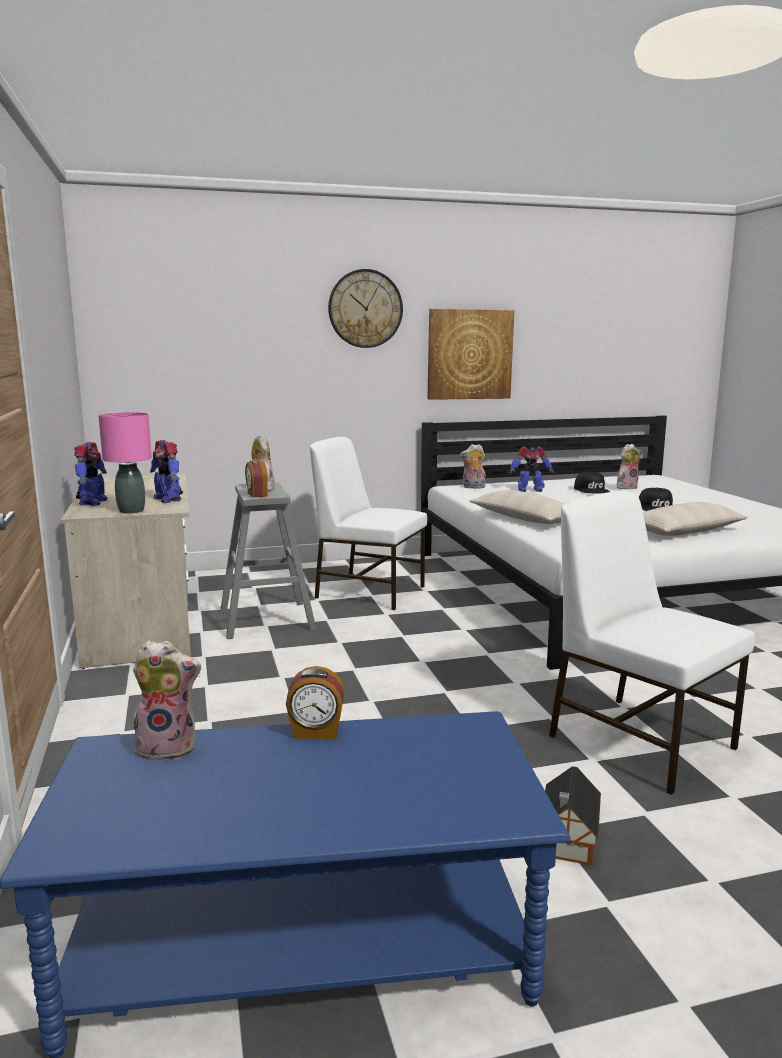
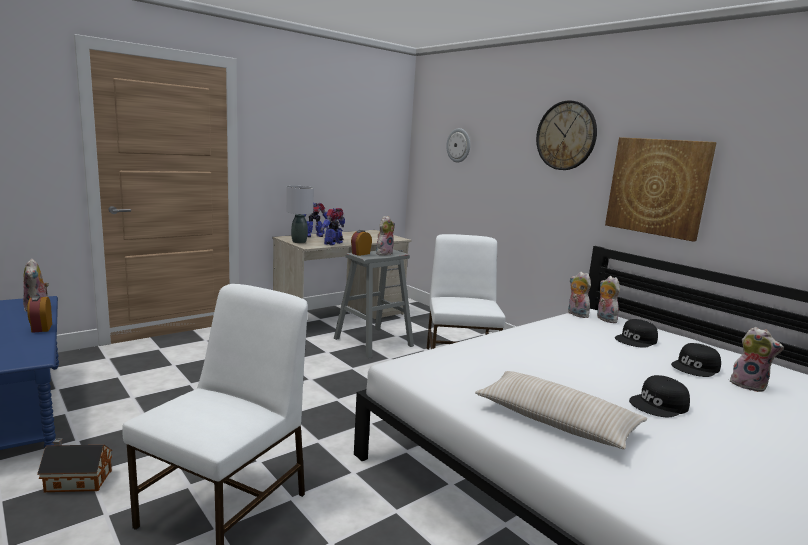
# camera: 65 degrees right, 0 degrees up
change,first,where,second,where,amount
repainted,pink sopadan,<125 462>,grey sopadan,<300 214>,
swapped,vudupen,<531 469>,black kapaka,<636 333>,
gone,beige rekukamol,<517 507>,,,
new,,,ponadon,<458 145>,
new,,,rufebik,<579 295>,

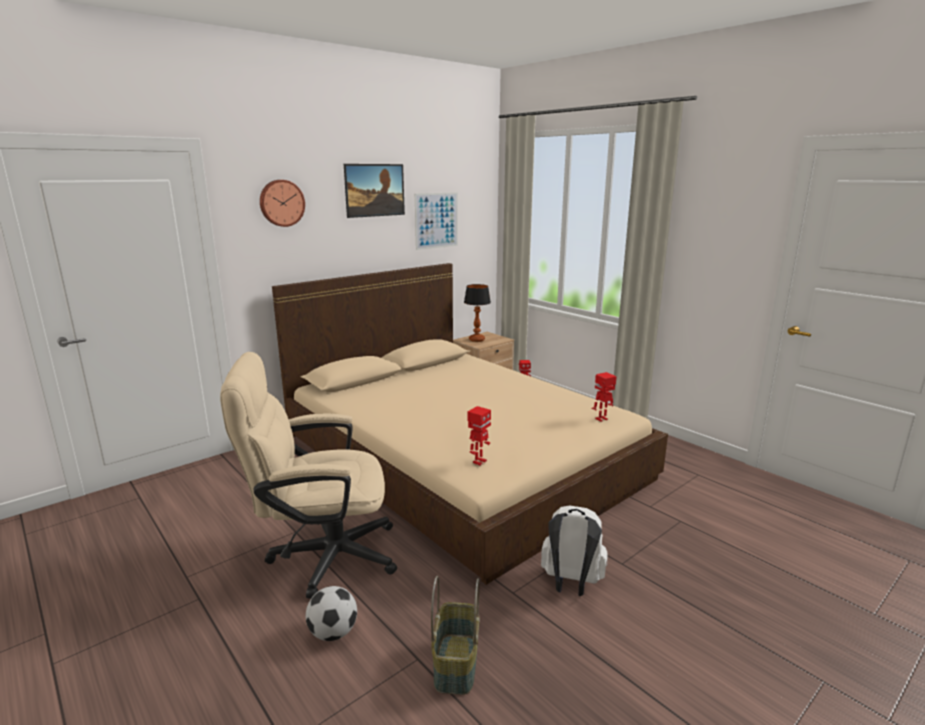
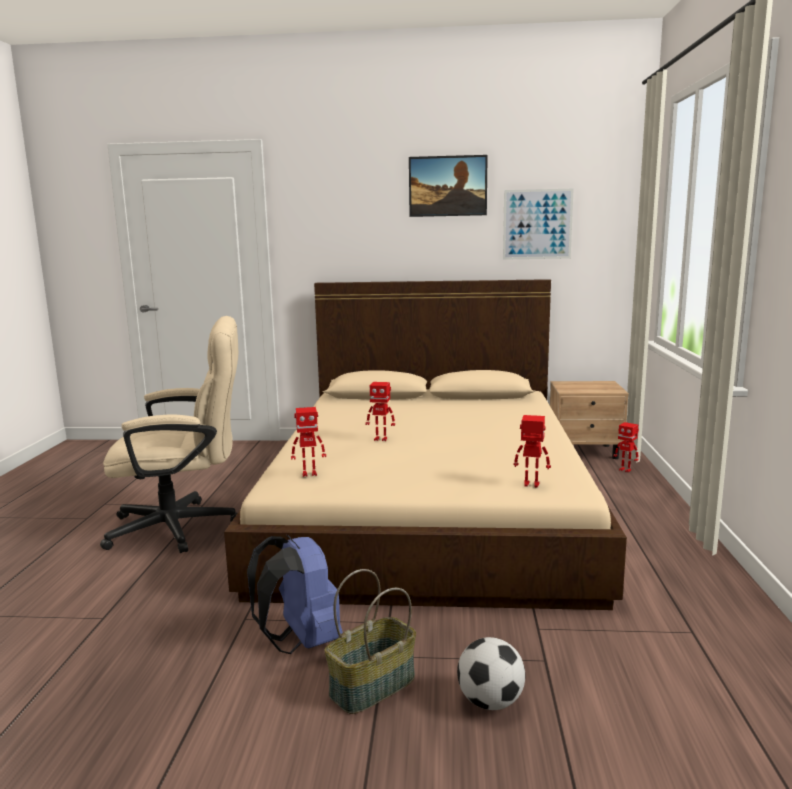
# camera: 45 degrees right, 5 degrees down
change,first,where,second,where,amount
gone,ponadon,<282 203>,,,
gone,sopadan,<477 313>,,,
rotated,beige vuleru,<308 475>,,<169 434>,135 degrees clockwise
repainted,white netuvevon,<574 550>,blue netuvevon,<295 594>,
shifted,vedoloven,<455 635>,,<370 641>,
shifted,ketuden,<331 613>,,<491 673>,
new,,,vudupen,<380 411>,

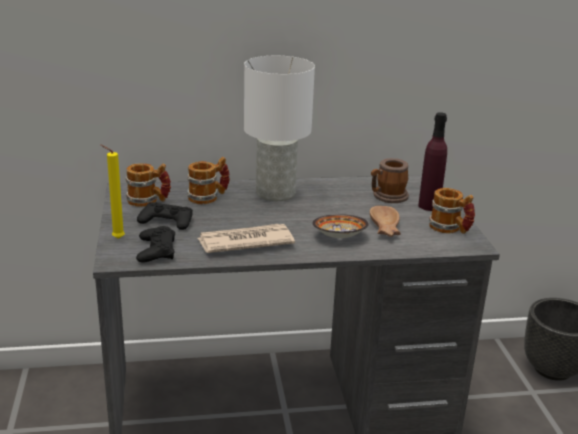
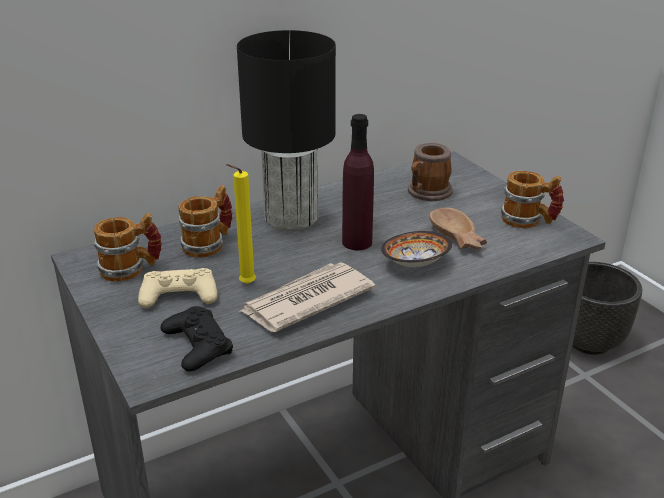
# camera: 20 degrees left, 5 degrees up
change,first,where,second,where,amount
repainted,white sopadan,<279 128>,black sopadan,<286 130>,
shifted,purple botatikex,<432 161>,,<358 182>,
shifted,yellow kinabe,<112 191>,,<241 224>,
repainted,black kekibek,<165 216>,beige kekibek,<177 288>,

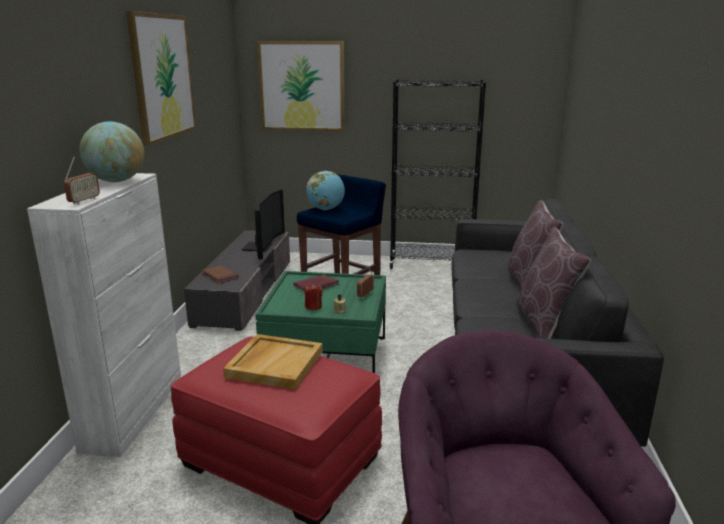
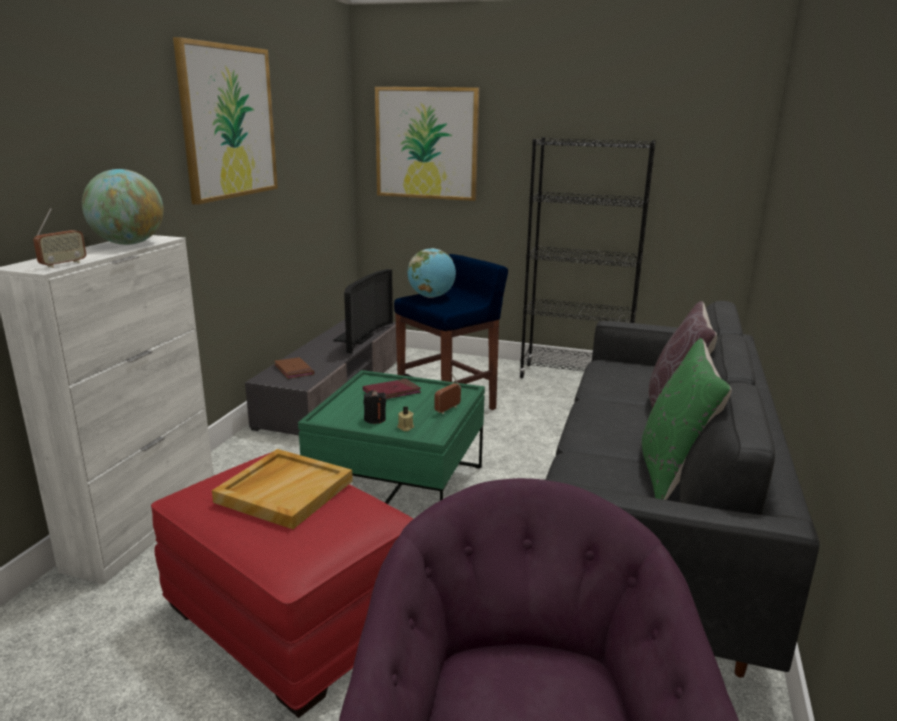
# camera: 10 degrees right, 0 degrees up
change,first,where,second,where,amount
repainted,brown rekukamol,<553 283>,green rekukamol,<687 419>,
repainted,red kinabe,<313 297>,black kinabe,<374 407>,

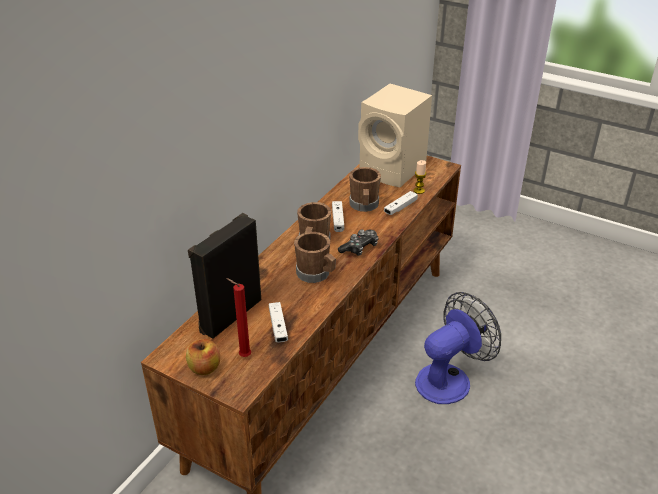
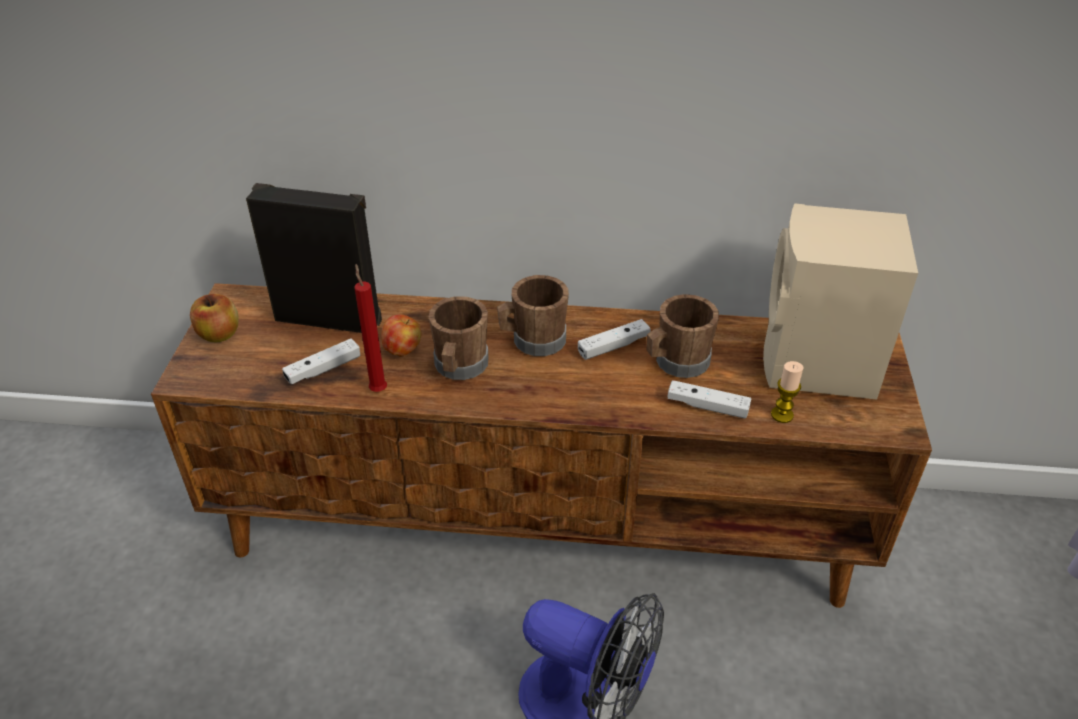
# camera: 65 degrees right, 5 degrees up
change,first,where,second,where,amount
gone,kekibek,<358 242>,,,
shifted,red kinabe,<238 317>,,<370 328>,
new,,,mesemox,<401 335>,

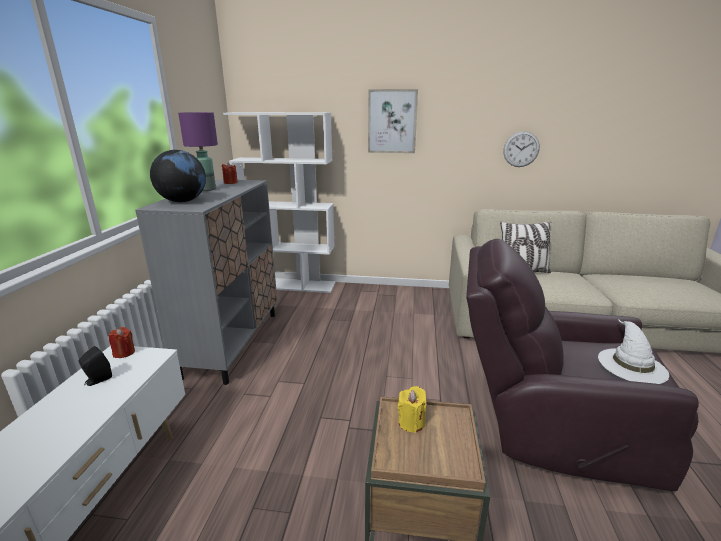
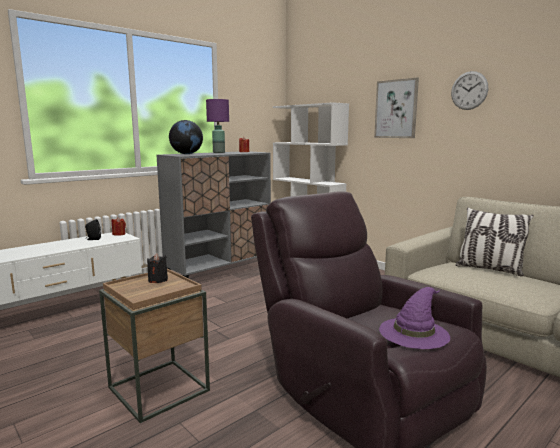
# camera: 40 degrees right, 10 degrees down
change,first,where,second,where,amount
shifted,ponadon,<521 149>,,<469 90>,
repainted,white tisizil,<633 351>,purple tisizil,<414 318>,
repainted,yellow kinabe,<412 409>,black kinabe,<157 268>,

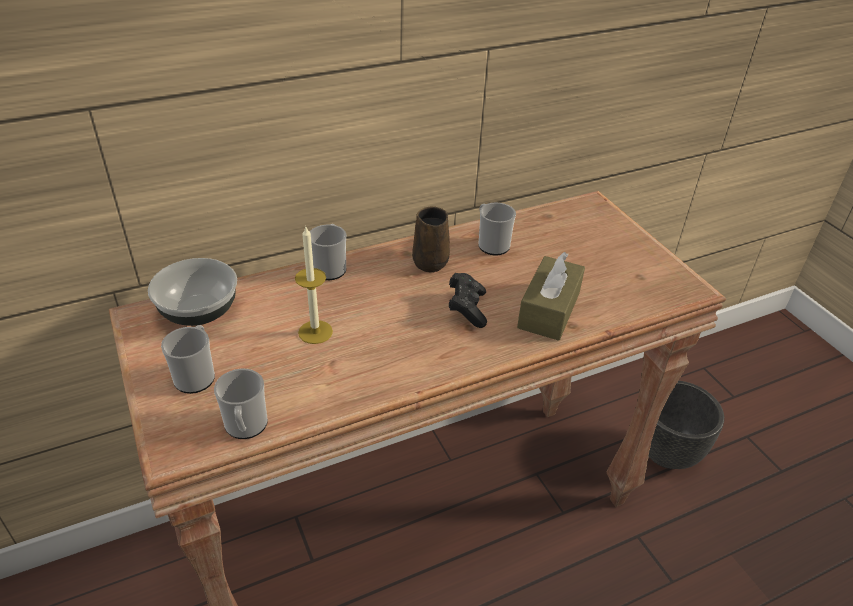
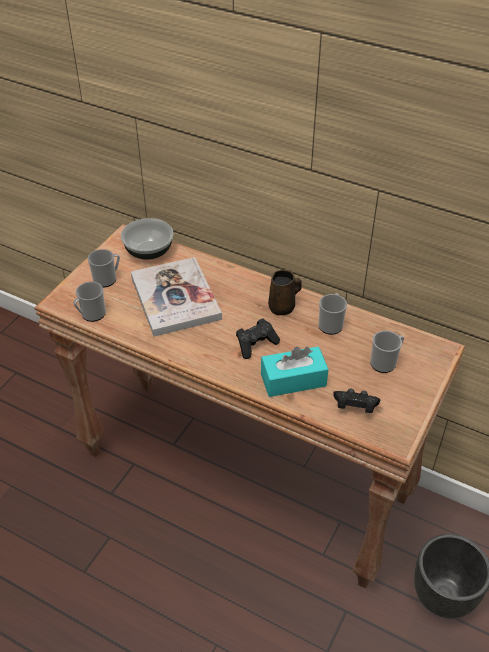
# camera: 55 degrees right, 5 degrees up
change,first,where,second,where,amount
shifted,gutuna,<328 252>,,<387 352>,
swapped,kinabe,<314 285>,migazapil,<176 297>,
repainted,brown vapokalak,<551 296>,turquoise vapokalak,<295 371>,
new,,,black kekibek,<356 400>,

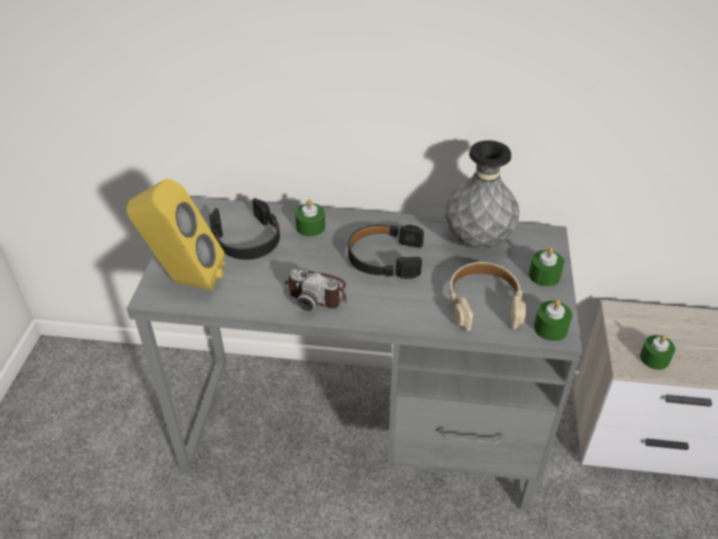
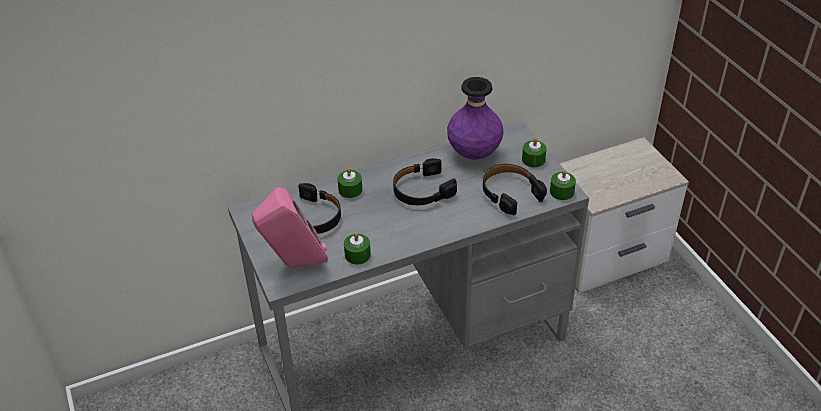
# camera: 30 degrees left, 0 degrees up
change,first,where,second,where,amount
repainted,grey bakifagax,<482 194>,purple bakifagax,<475 118>,
repainted,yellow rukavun,<175 235>,pink rukavun,<290 227>,
repainted,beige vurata,<487 296>,black vurata,<515 189>,
gone,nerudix,<315 290>,,,
shifted,green kinabe,<657 352>,,<357 248>,

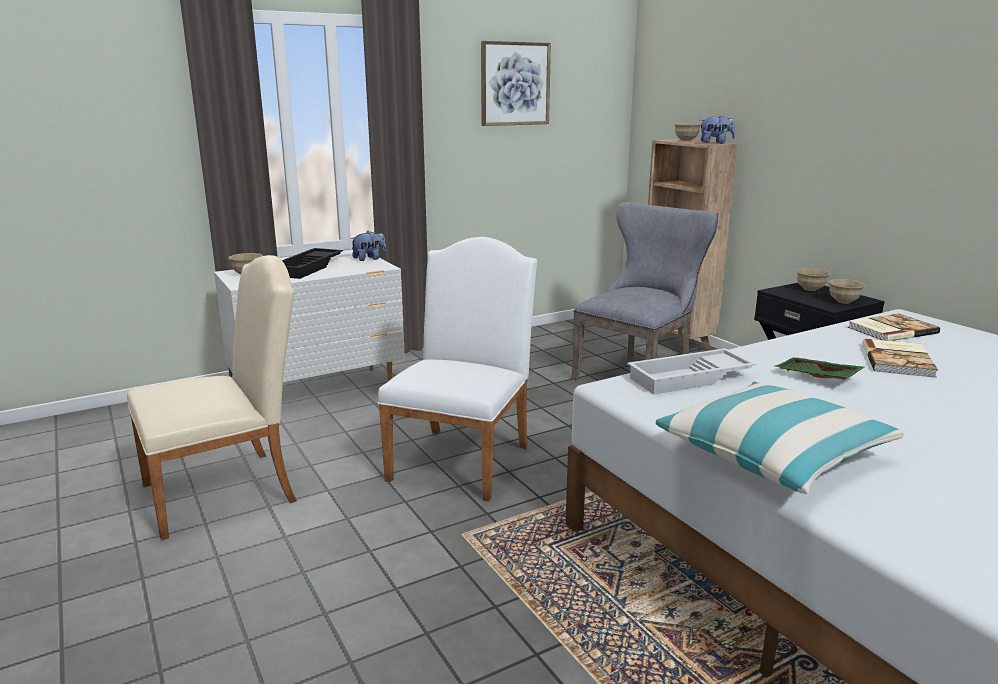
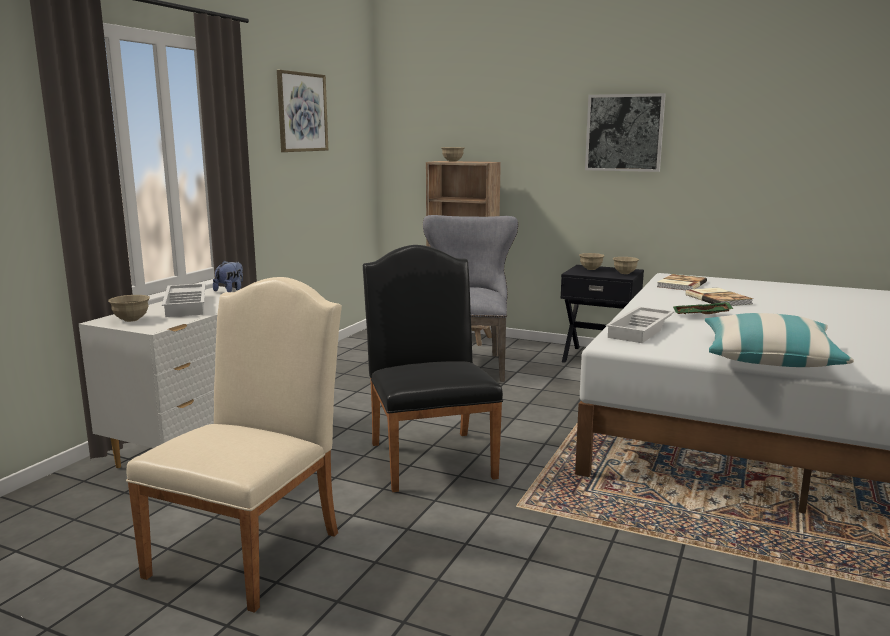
# camera: 35 degrees left, 5 degrees down
change,first,where,second,where,amount
gone,rufebik,<717 130>,,,
repainted,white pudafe,<457 369>,black pudafe,<433 368>,
repainted,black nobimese,<312 263>,white nobimese,<183 300>,
new,,,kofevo,<625 132>,

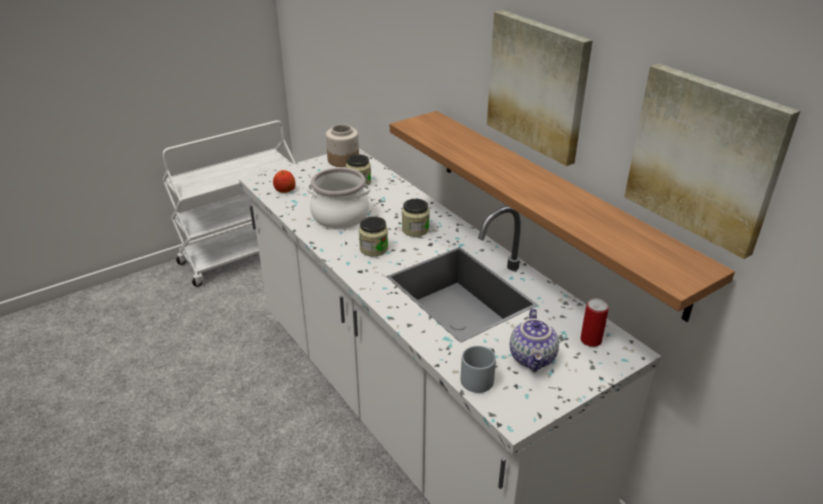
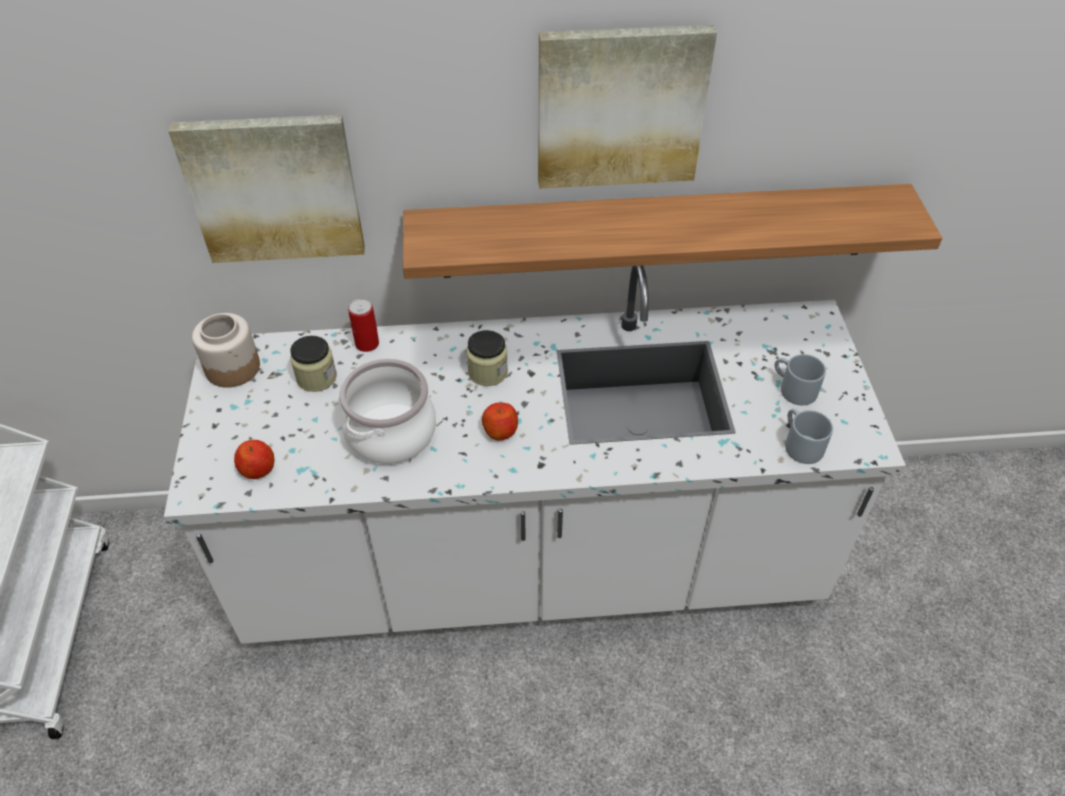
# camera: 60 degrees left, 15 degrees up
change,first,where,second,where,amount
shifted,kofevo,<712 161>,,<266 189>,
swapped,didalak,<373 237>,mesemox,<500 421>,
shifted,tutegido,<594 322>,,<363 325>,
swapped,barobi,<534 339>,grey gutuna,<800 379>,

